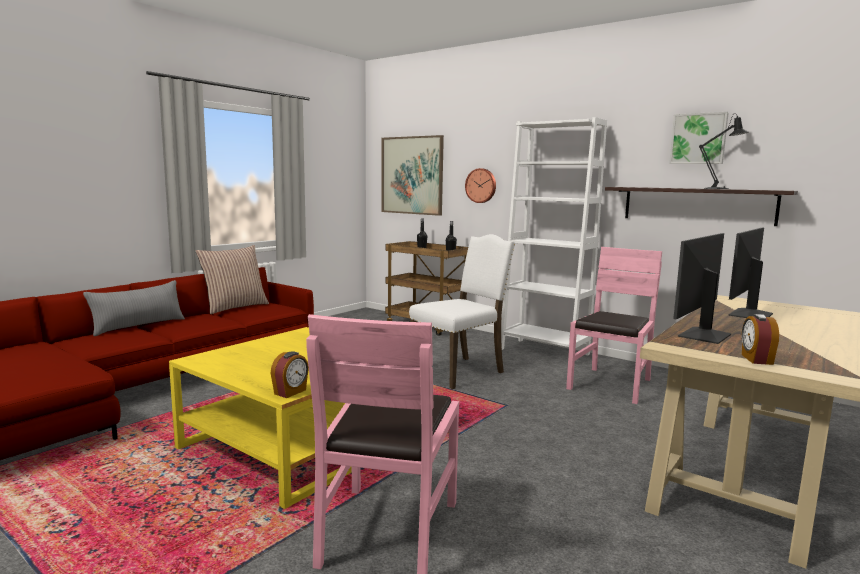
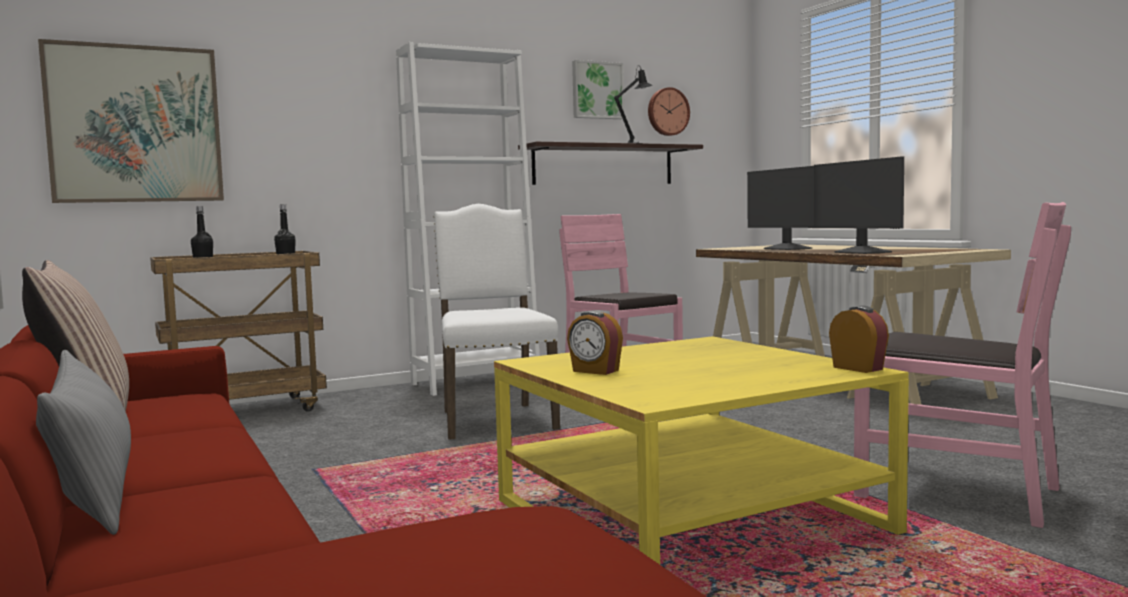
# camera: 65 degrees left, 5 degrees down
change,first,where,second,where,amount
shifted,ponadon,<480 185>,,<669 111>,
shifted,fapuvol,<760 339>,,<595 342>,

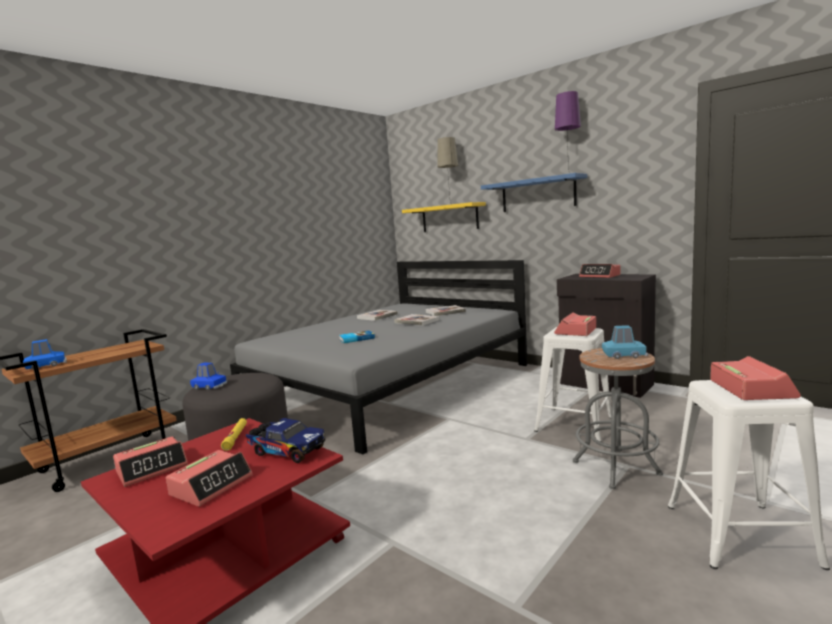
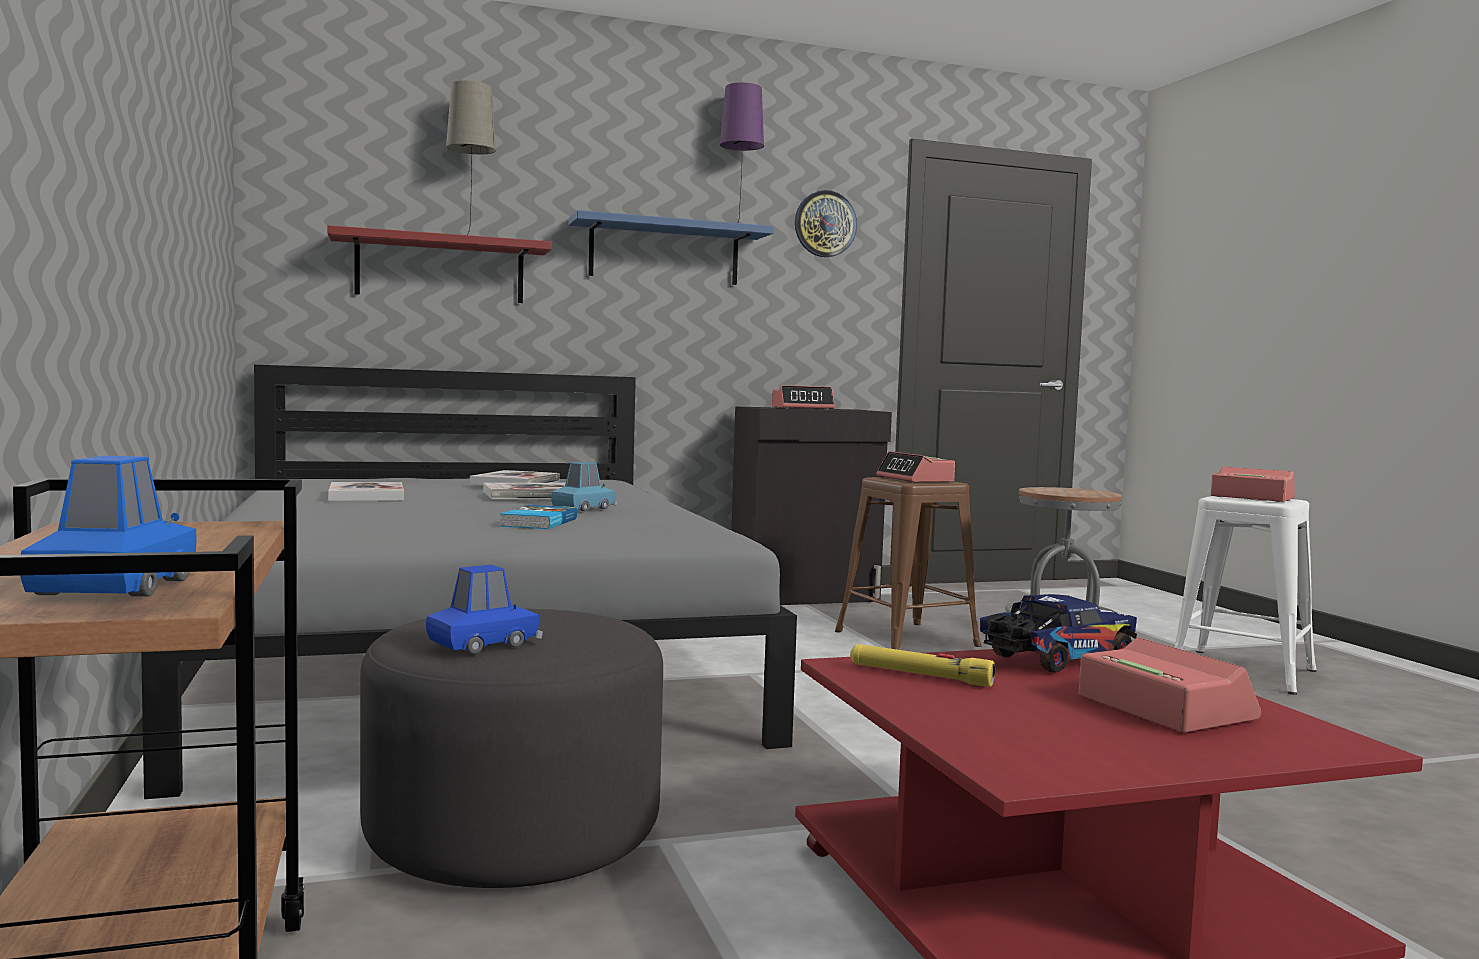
# camera: 60 degrees left, 5 degrees down
change,first,where,second,where,amount
repainted,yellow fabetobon,<444 217>,red fabetobon,<439 264>,
shifted,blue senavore,<625 342>,,<584 486>,
repainted,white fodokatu,<573 384>,brown fodokatu,<908 563>,
gone,fapuvol,<150 462>,,,
new,,,ponadon,<826 223>,

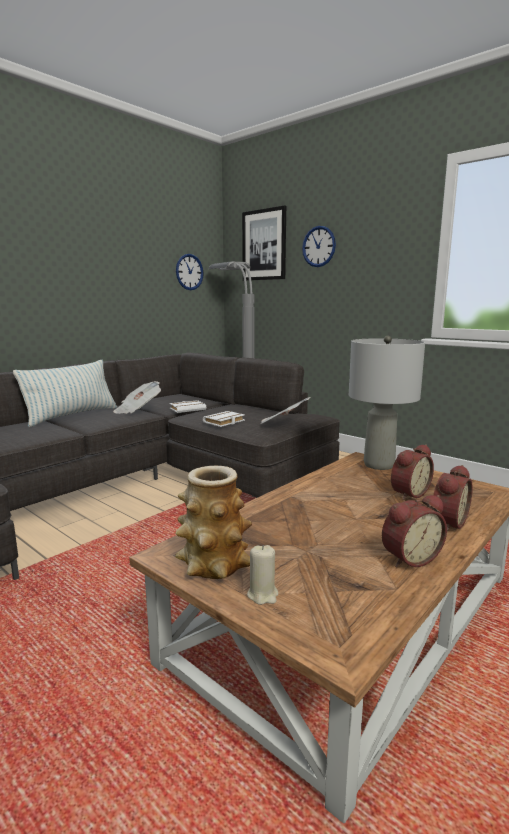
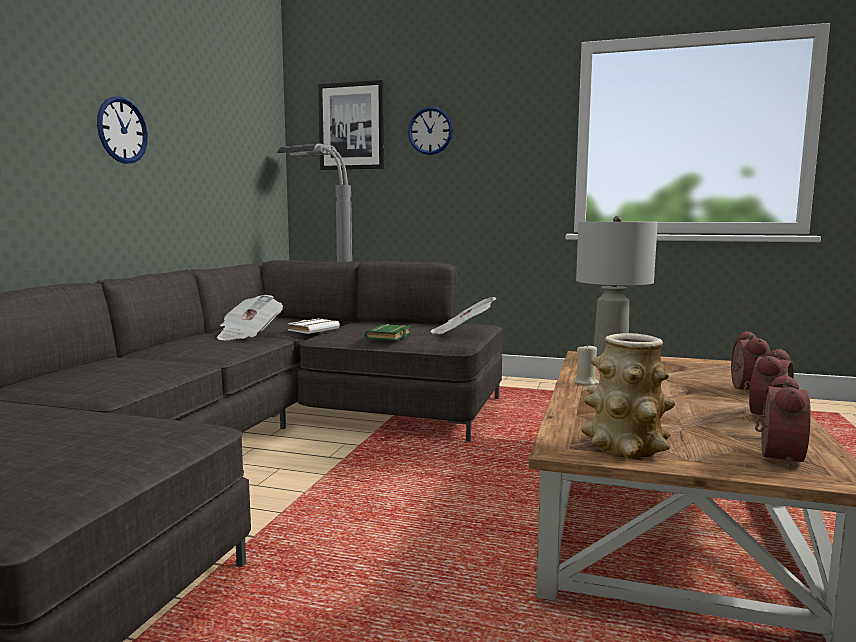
# camera: 25 degrees left, 5 degrees down
change,first,where,second,where,amount
shifted,ponadon,<190 272>,,<122 130>,
gone,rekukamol,<65 393>,,,
repainted,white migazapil,<224 419>,green migazapil,<388 332>,
shifted,fapuvol,<412 472>,,<783 421>,
shifted,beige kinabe,<262 575>,,<586 364>,

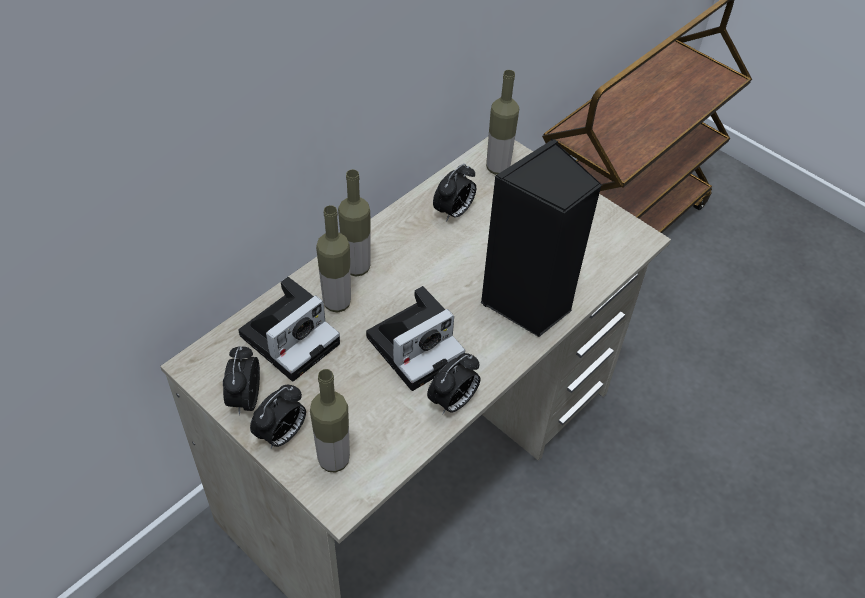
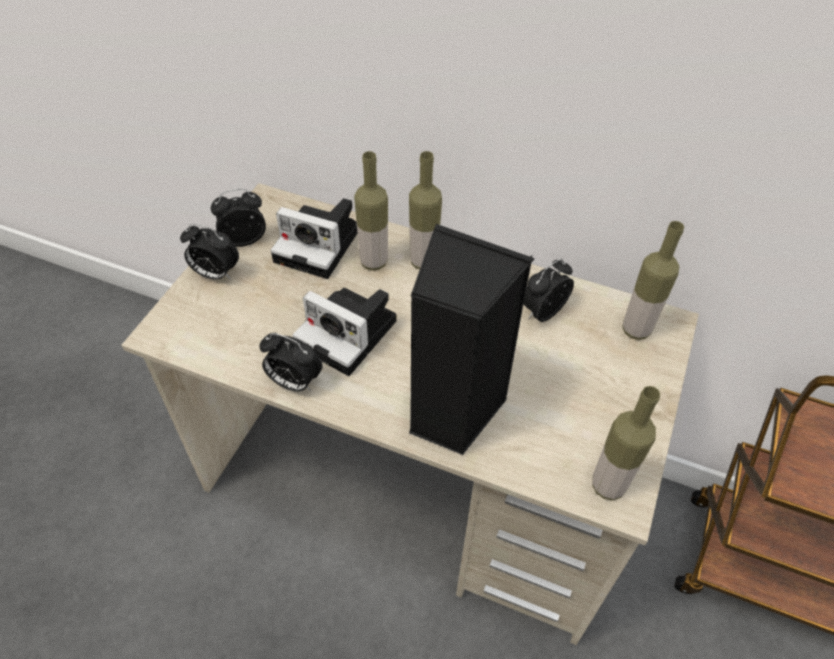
# camera: 70 degrees right, 0 degrees up
change,first,where,second,where,amount
rotated,fapuvol,<454 193>,,<549 290>,120 degrees clockwise
shifted,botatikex,<330 421>,,<626 443>,

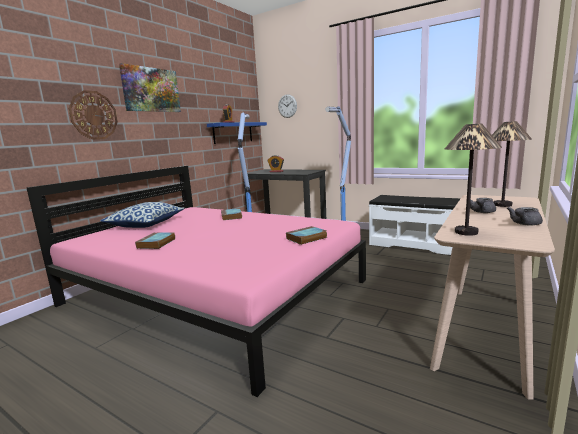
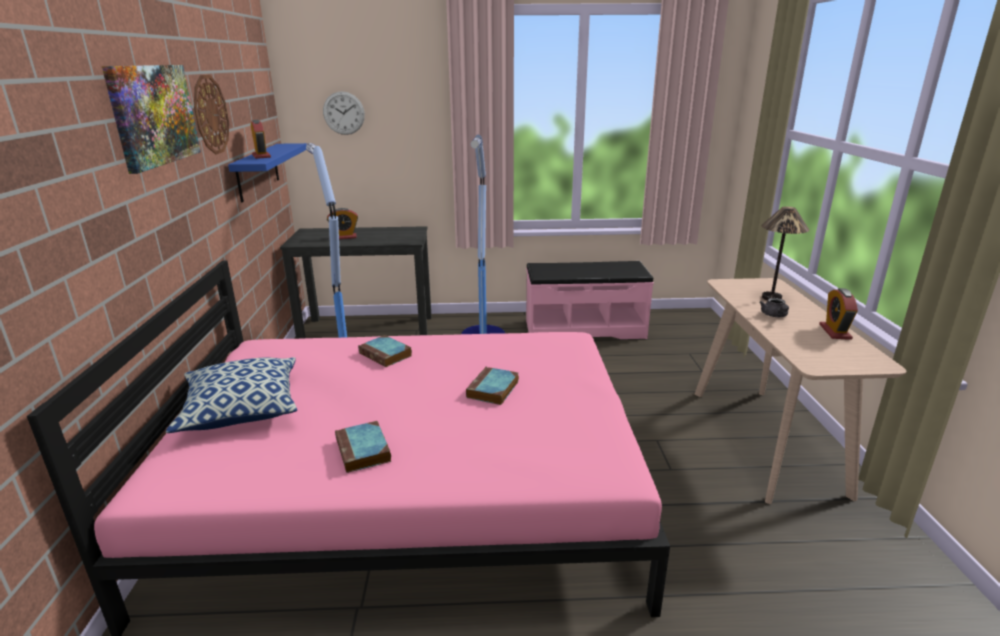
# camera: 35 degrees left, 10 degrees up
change,first,where,second,where,amount
shifted,ponadon,<93 115>,,<211 115>,
gone,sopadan,<473 180>,,,
repainted,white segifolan,<415 225>,pink segifolan,<590 300>,
swapped,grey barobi,<525 216>,fapuvol,<838 314>,
shifted,migazapil,<306 235>,,<492 386>,

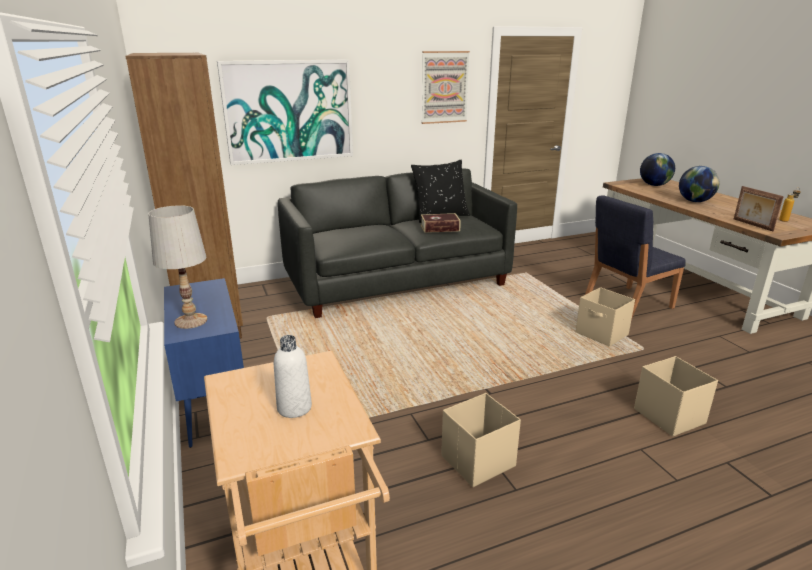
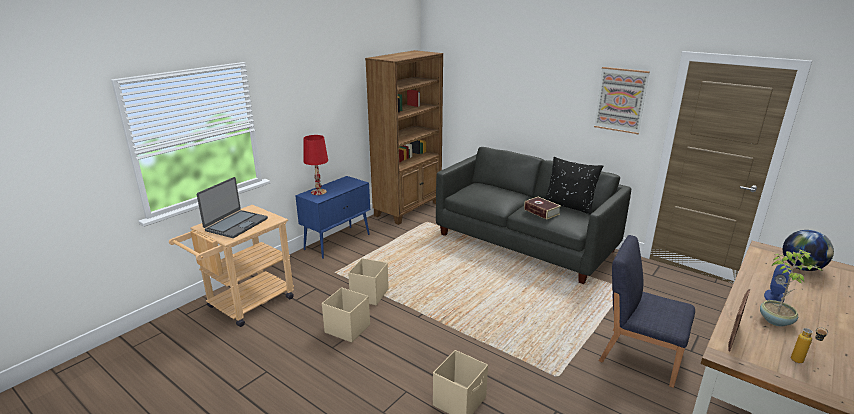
# camera: 60 degrees right, 0 degrees up
change,first,where,second,where,amount
gone,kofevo,<285 112>,,,
swapped,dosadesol,<699 184>,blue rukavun,<777 283>,
repainted,white sopadan,<177 267>,red sopadan,<315 165>,
shifted,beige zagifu,<605 317>,,<368 281>,
swapped,white botatikex,<293 376>,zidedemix,<232 207>,
new,,,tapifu,<790 288>,

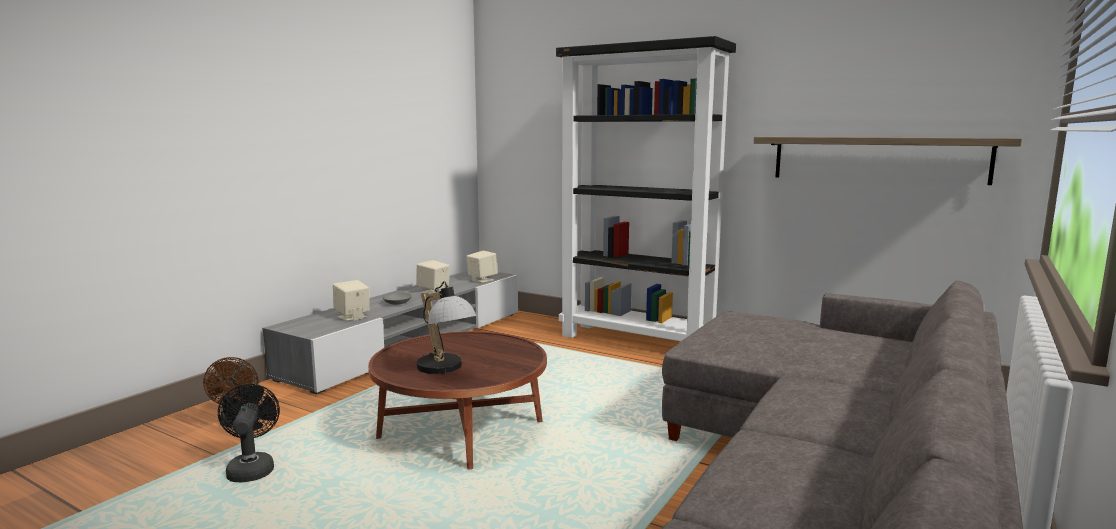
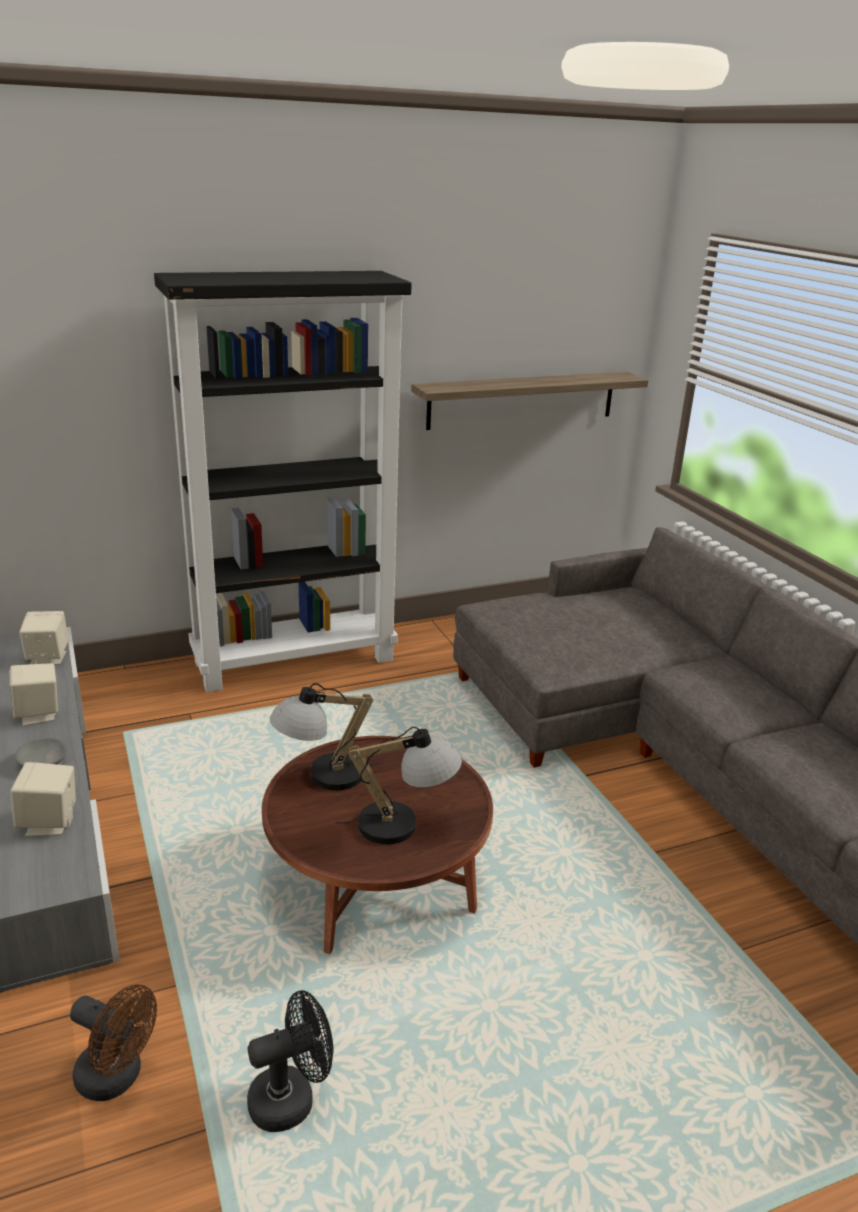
# camera: 55 degrees left, 15 degrees up
change,first,where,second,where,amount
rotated,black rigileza,<249 433>,,<290 1061>,135 degrees clockwise
new,,,sopadan,<326 736>,

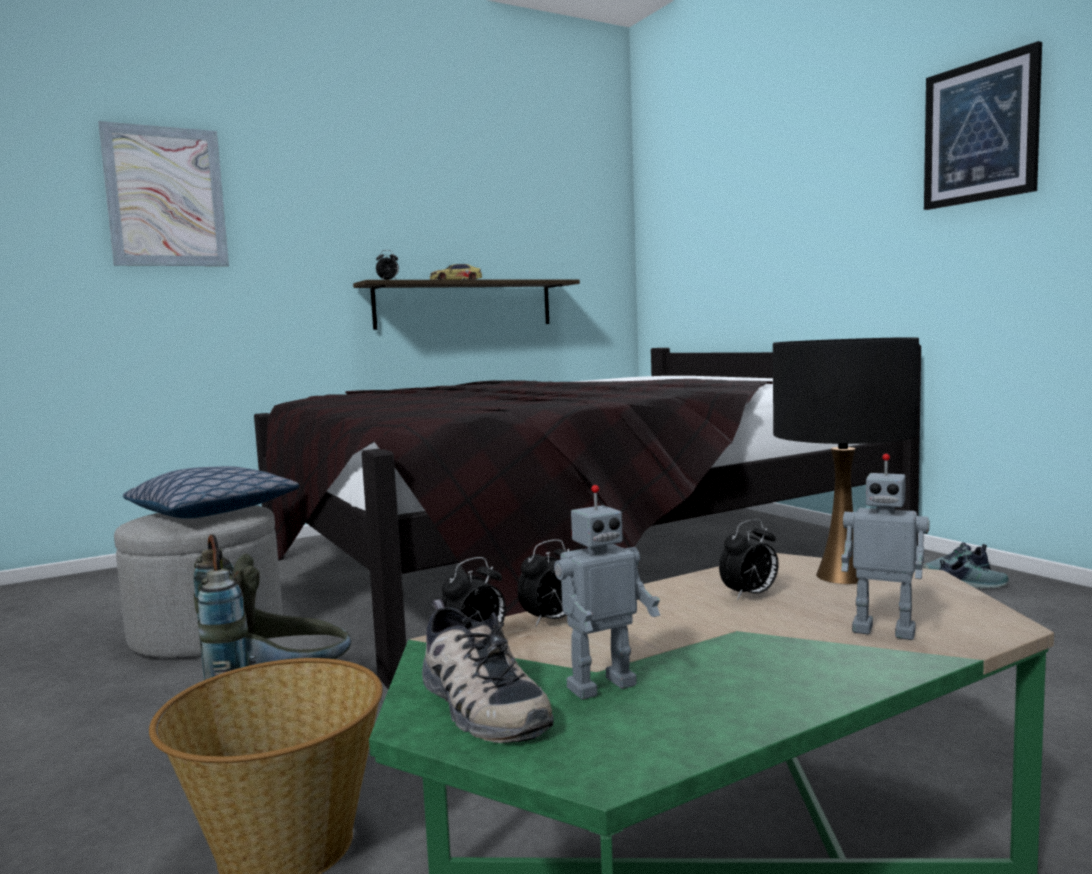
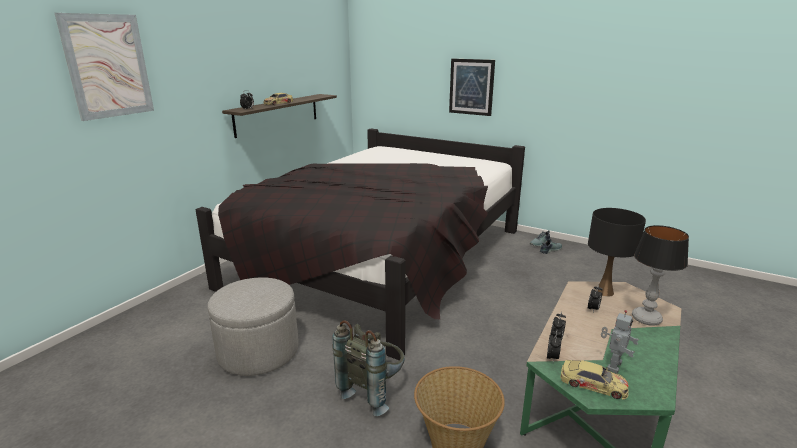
# camera: 30 degrees left, 15 degrees up
change,first,where,second,where,amount
shifted,kofevo,<983 125>,,<472 87>,
swapped,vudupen,<885 547>,sopadan,<660 275>,
gone,rekukamol,<211 492>,,,
swapped,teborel,<488 671>,senavore,<595 380>,

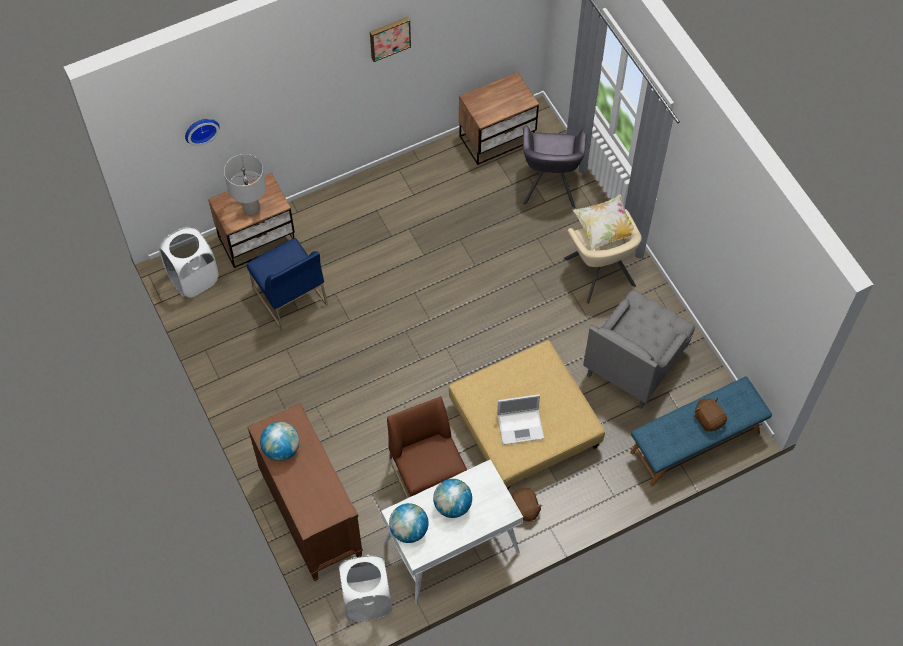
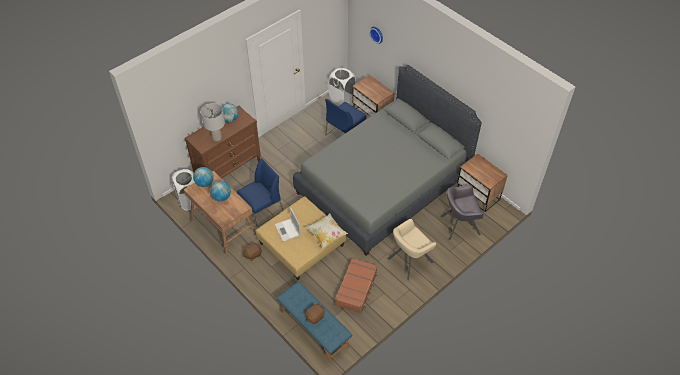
# camera: 75 degrees right, 10 degrees down
change,first,where,second,where,amount
gone,kofevo,<390 39>,,,
shifted,grey sopadan,<245 184>,,<213 122>,
shifted,rekukamol,<603 222>,,<327 231>,
swapped,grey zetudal,<639 349>,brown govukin,<356 286>,
repainted,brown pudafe,<427 447>,blue pudafe,<260 192>,
repainted,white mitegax,<452 531>,brown mitegax,<220 214>,
new,,,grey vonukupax,<387 160>,

